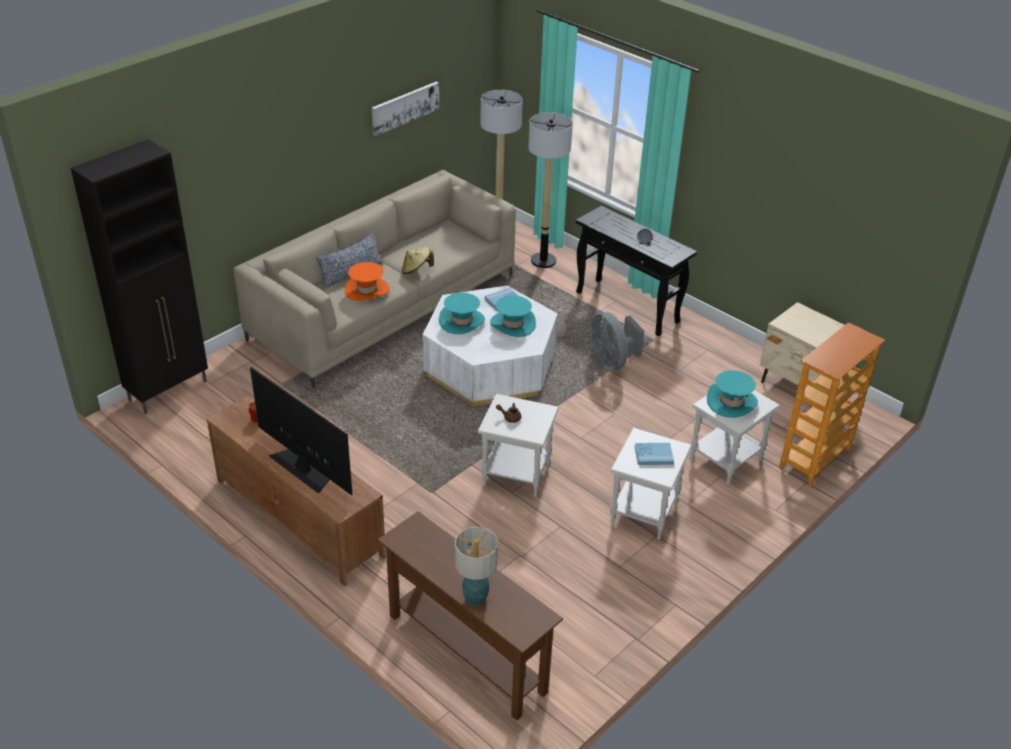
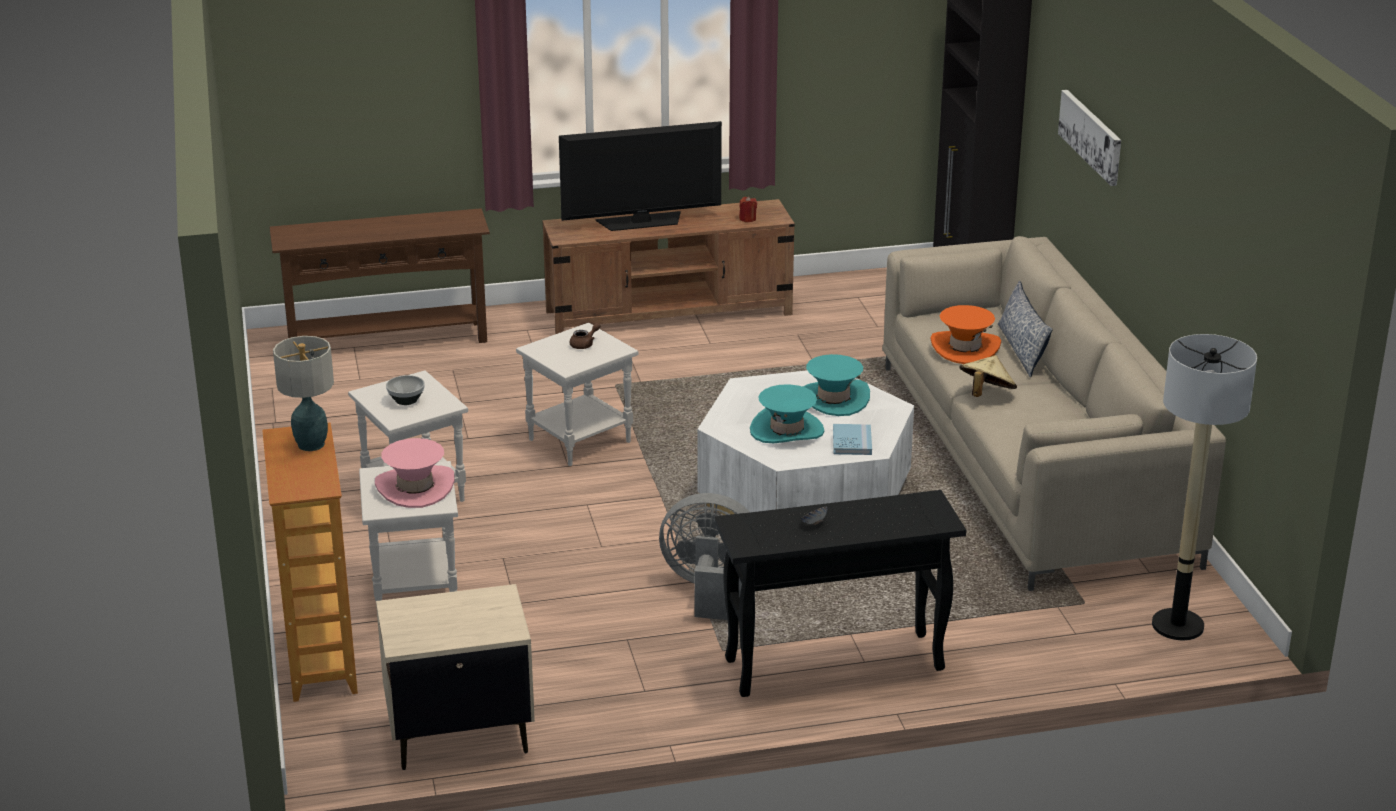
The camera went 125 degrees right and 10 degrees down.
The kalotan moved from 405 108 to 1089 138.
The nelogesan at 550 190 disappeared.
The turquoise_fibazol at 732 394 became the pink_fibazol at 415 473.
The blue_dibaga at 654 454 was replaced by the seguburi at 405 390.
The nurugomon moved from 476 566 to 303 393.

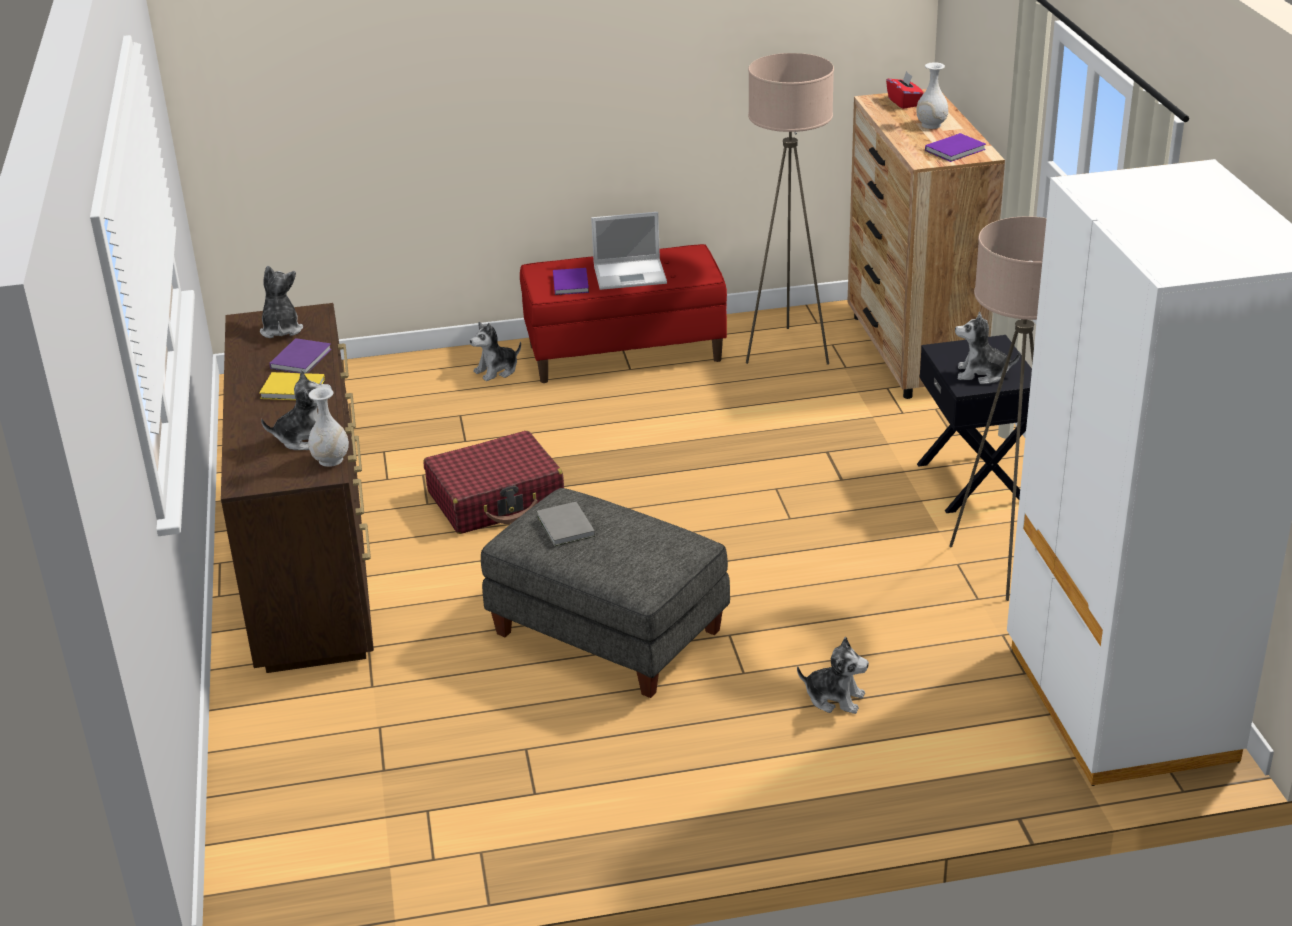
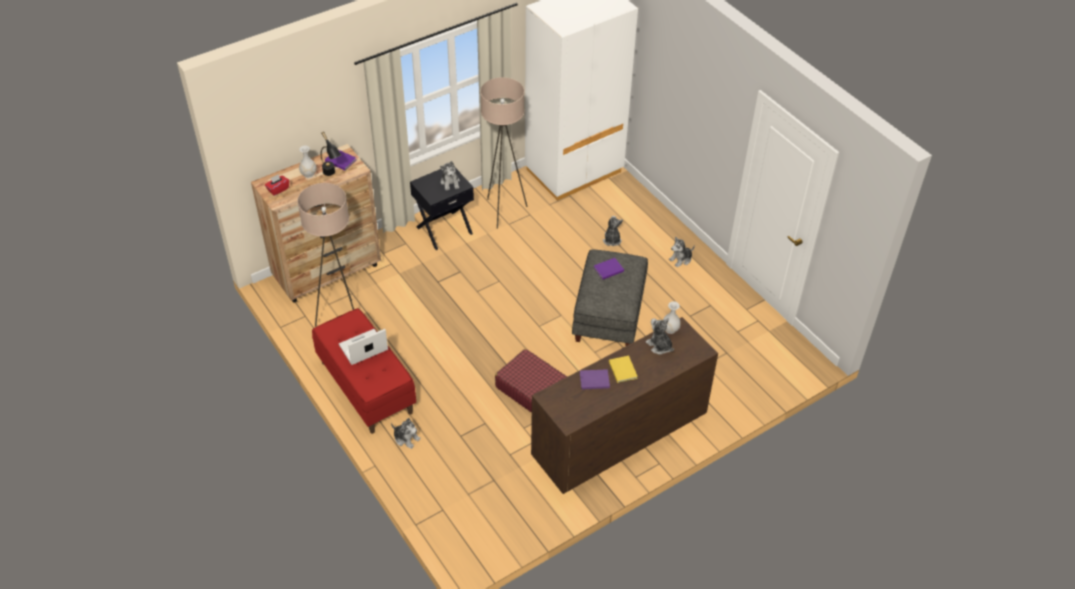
The camera went 115 degrees left and 15 degrees up.
The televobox at 629 251 turned 90 degrees counterclockwise.
The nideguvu moved from 281 302 to 682 251.
The purple_dibaga moved from 571 281 to 609 269.
The grey_dibaga at 565 524 disappeared.
The black_nurugomon at 331 154 appeared.

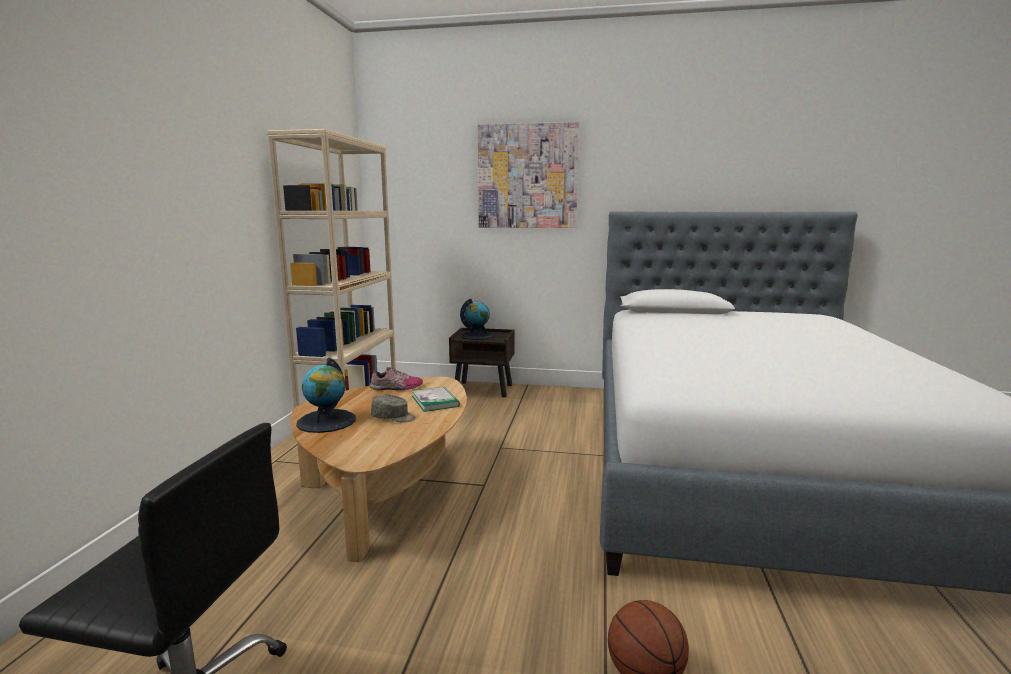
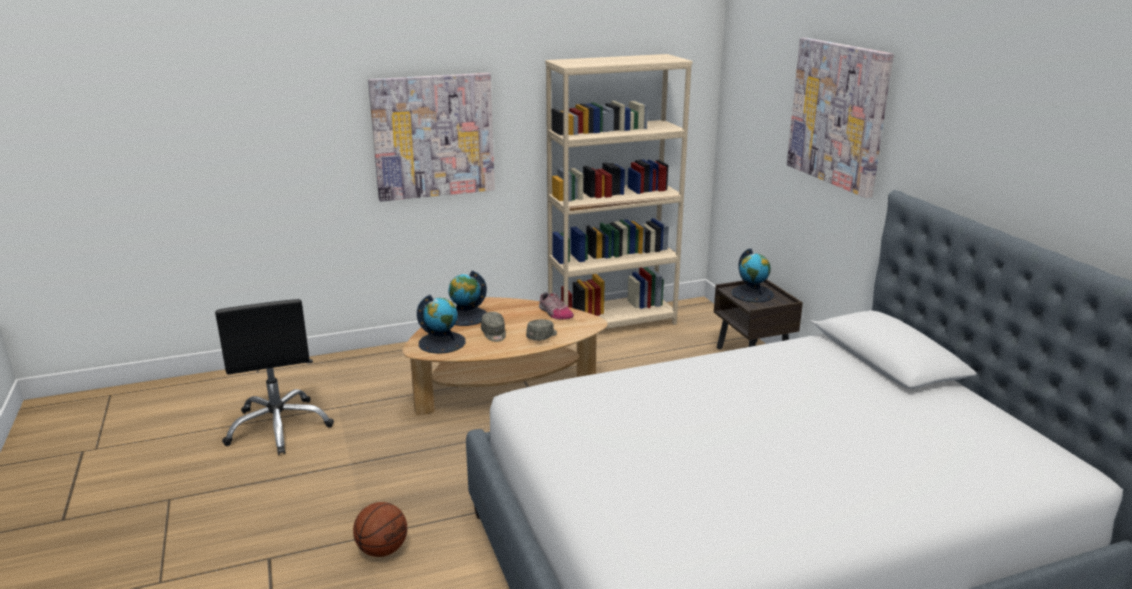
The camera went 60 degrees right and 10 degrees up.
The dibaga at 436 399 was replaced by the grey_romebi at 541 330.
The kalotan at 431 137 appeared.
The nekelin at 441 324 appeared.

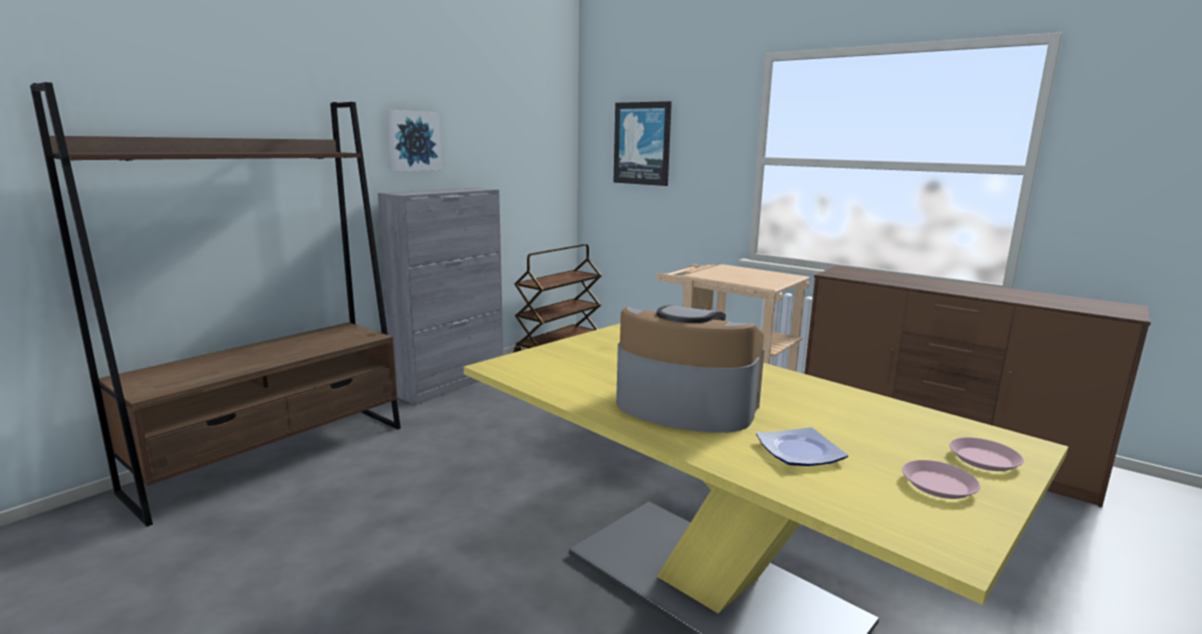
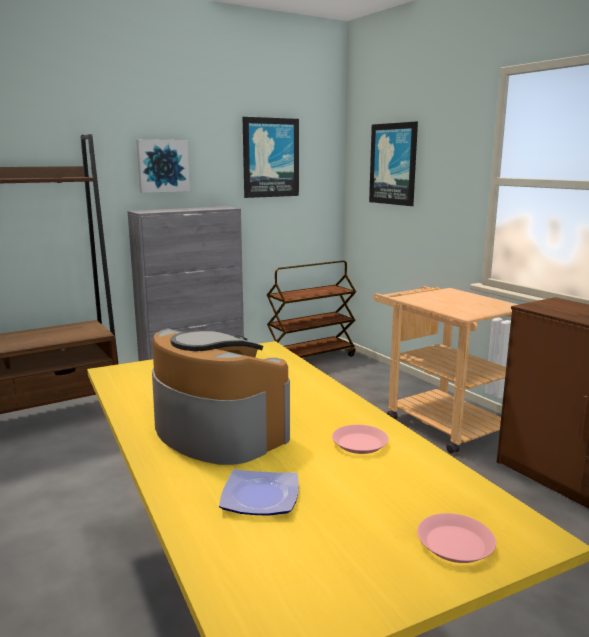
The camera went 20 degrees right and 0 degrees up.
The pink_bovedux moved from 941 479 to 360 439.
The kalotan at 271 157 appeared.

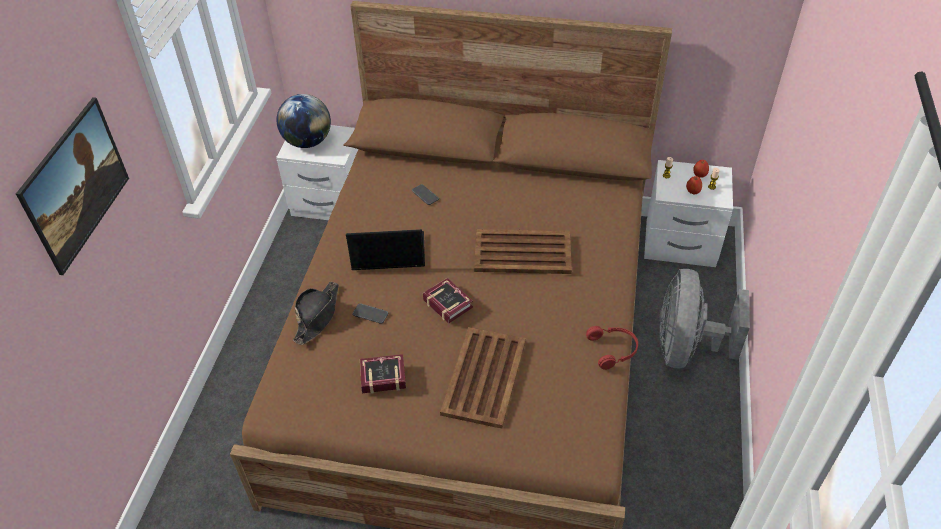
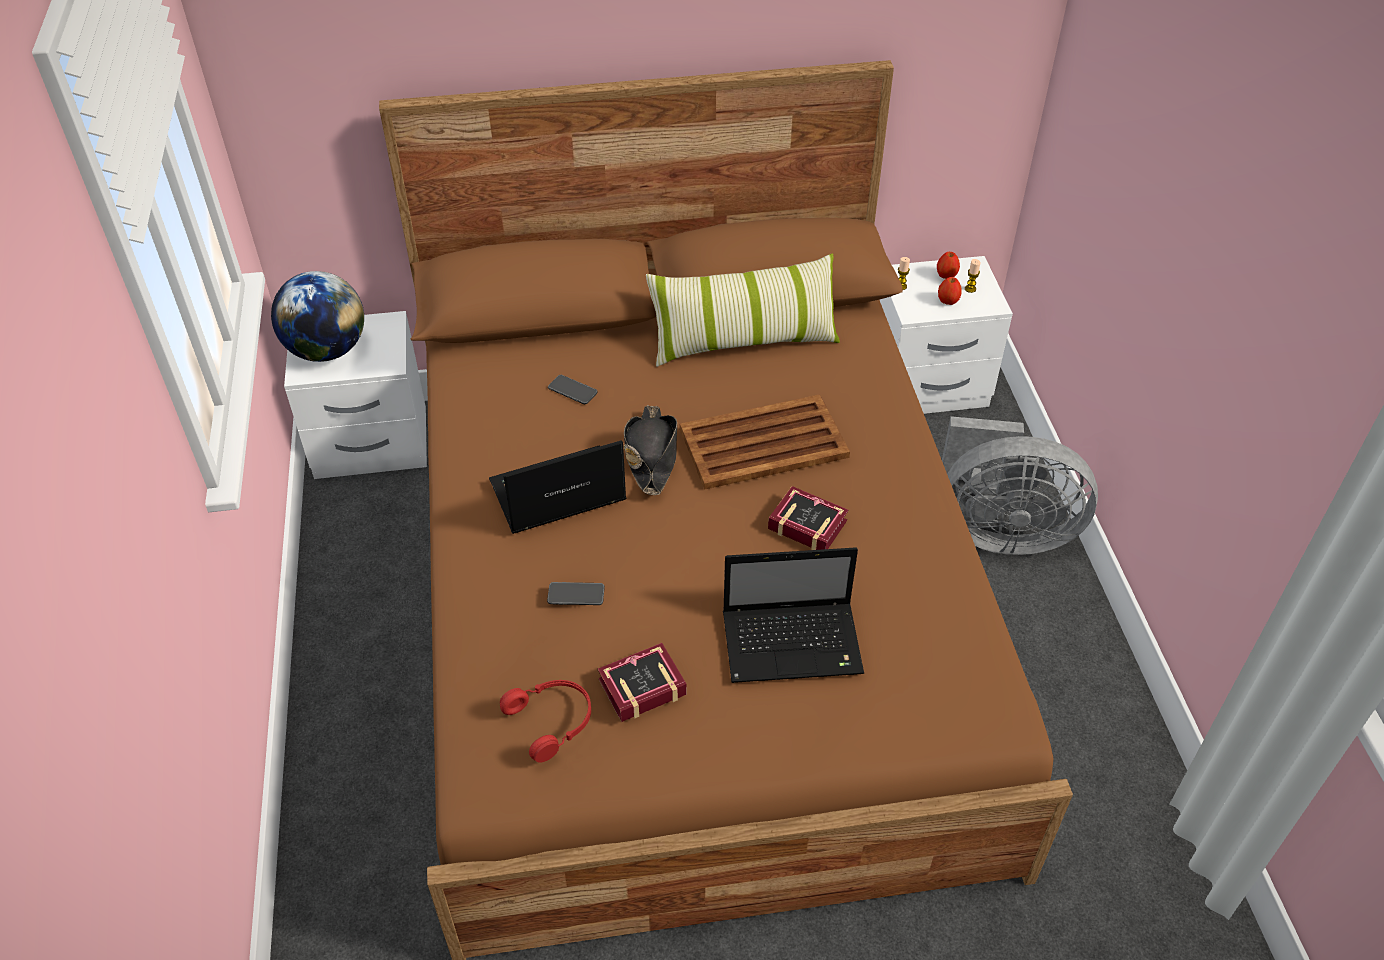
The camera went 20 degrees left and 0 degrees up.
The kalotan at 72 186 disappeared.
The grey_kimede at 704 318 turned 75 degrees counterclockwise.
The dibaga moved from 448 300 to 808 518.
The black_fibazol moved from 316 313 to 650 450.
The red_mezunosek moved from 612 348 to 545 721.
The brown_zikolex at 483 377 was replaced by the televobox at 793 615.
The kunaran at 743 310 appeared.

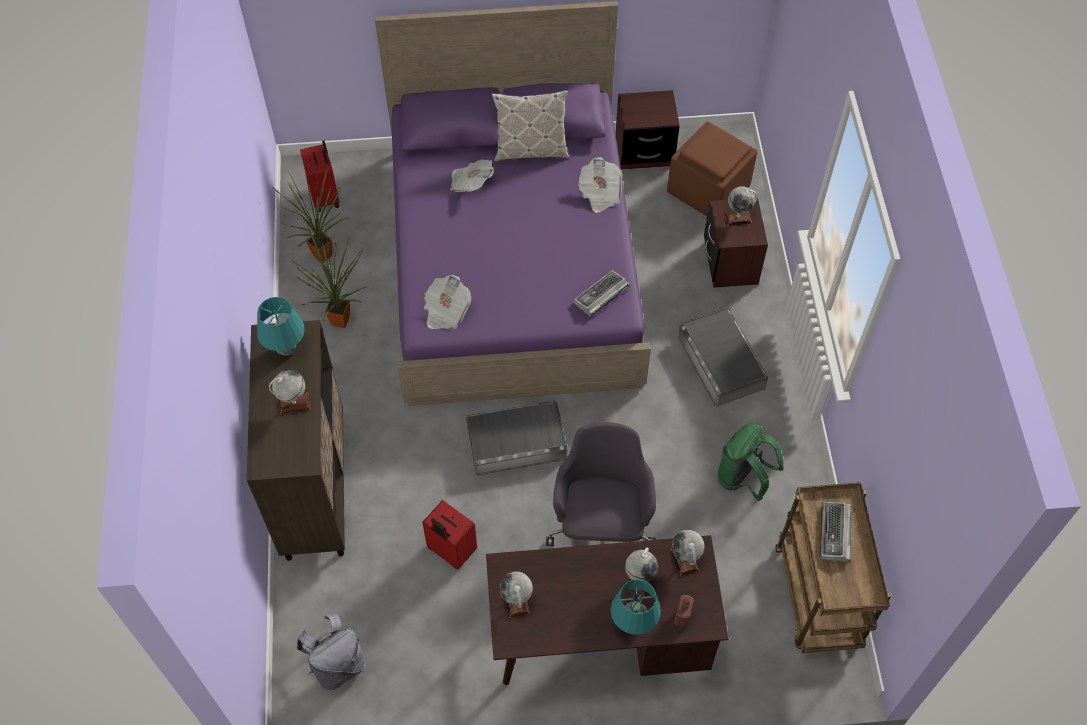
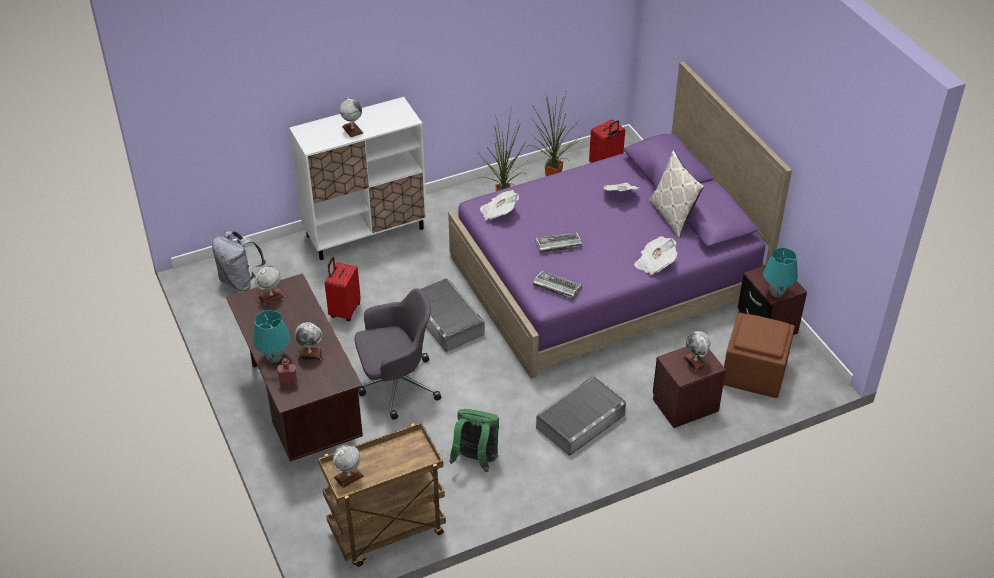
The camera went 70 degrees right and 15 degrees down.
The turquoise_nurugomon moved from 281 326 to 780 272.
The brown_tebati at 296 440 became the white_tebati at 358 178.
The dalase moved from 836 531 to 558 242.
The nekelin moved from 687 553 to 348 466.

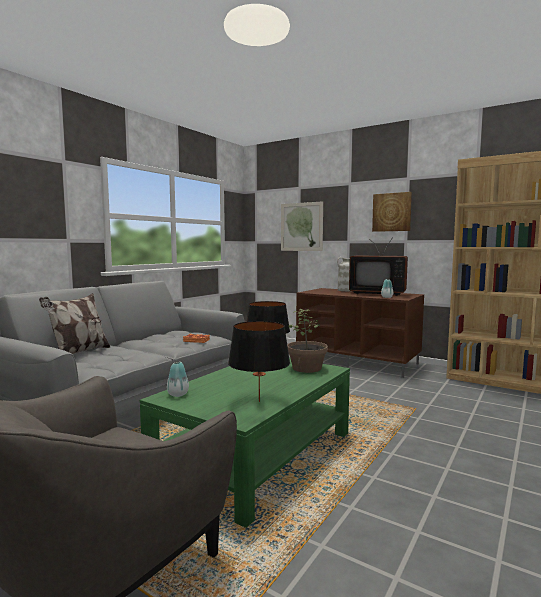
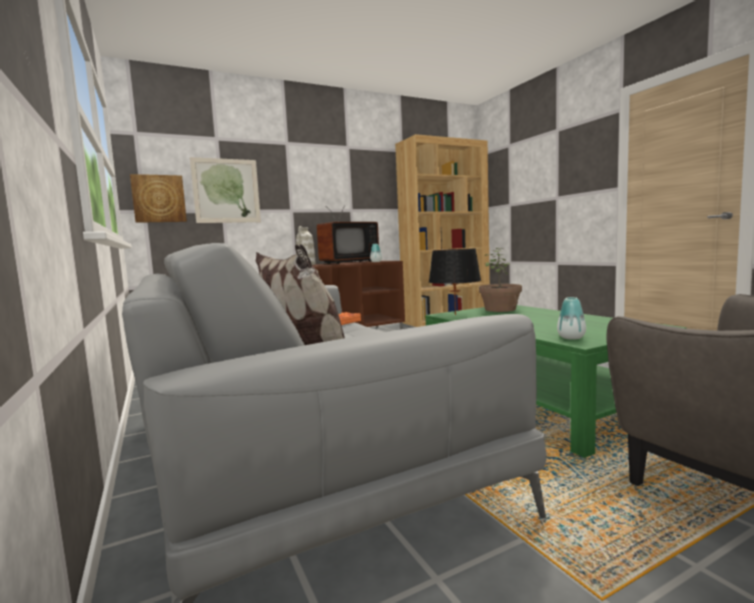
The camera went 60 degrees left and 0 degrees up.
The kalotan moved from 392 212 to 158 198.
The black_nurugomon at 259 361 disappeared.

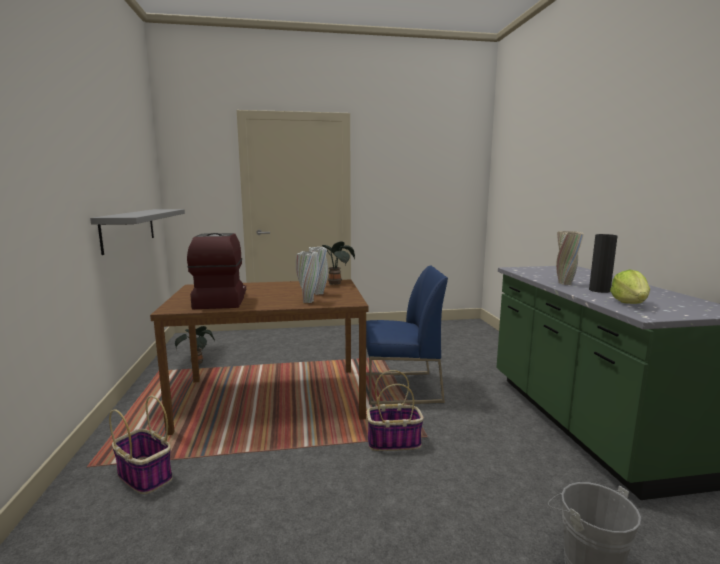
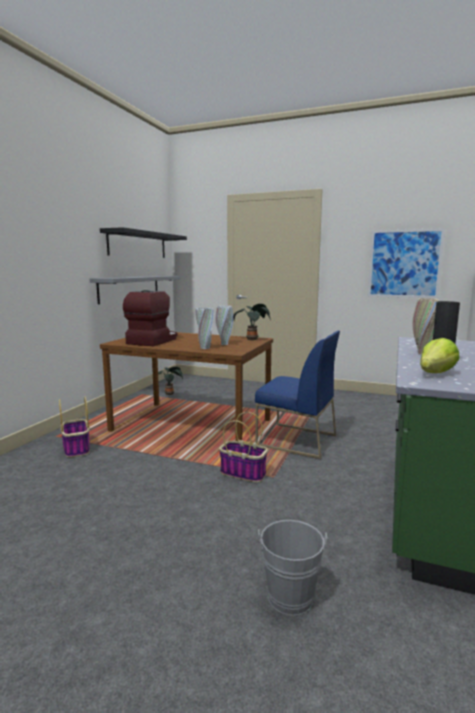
The camera went 30 degrees right and 0 degrees up.
The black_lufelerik at 143 242 appeared.
The kalotan at 406 263 appeared.

